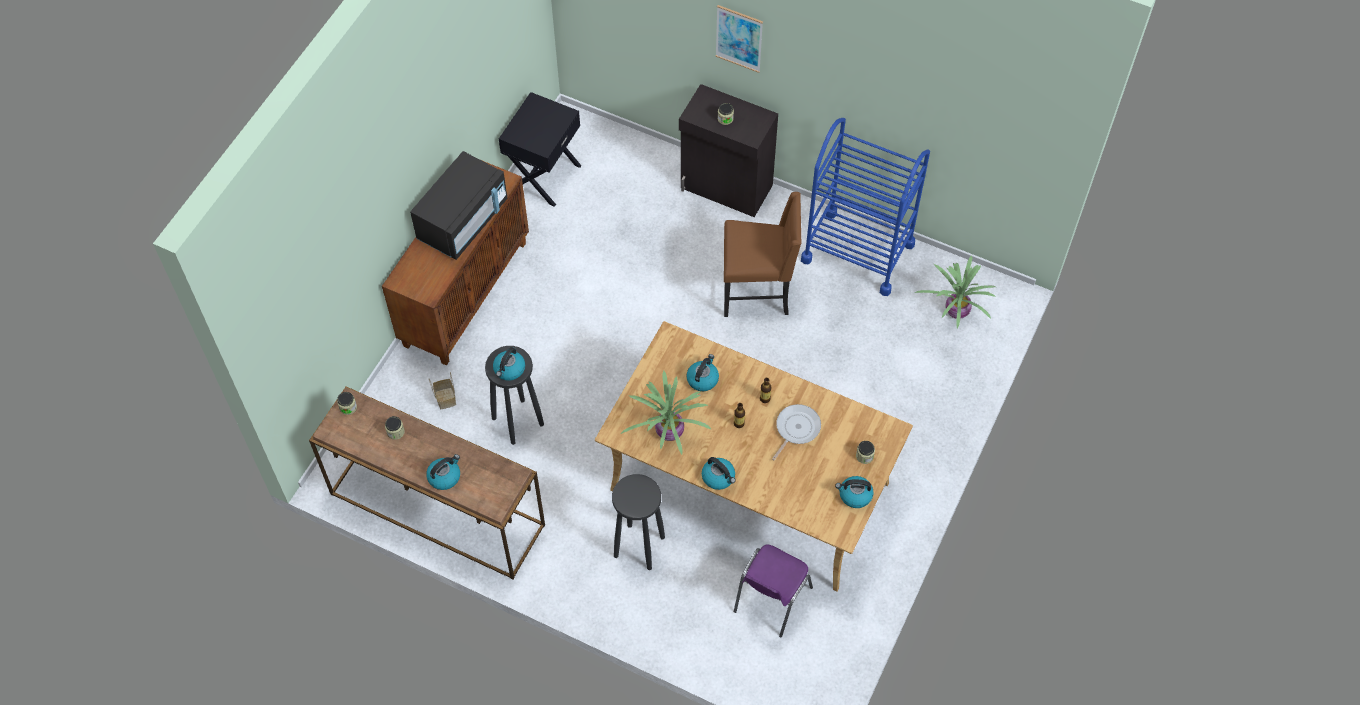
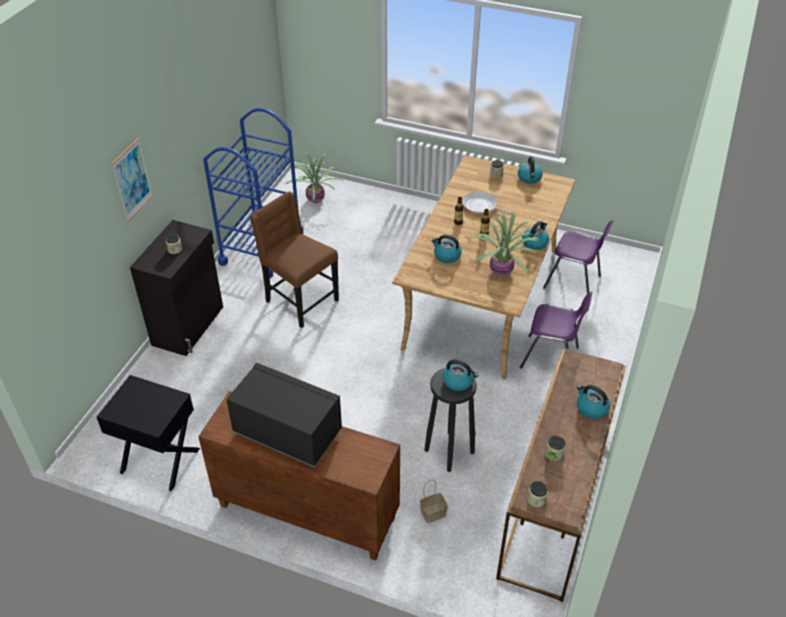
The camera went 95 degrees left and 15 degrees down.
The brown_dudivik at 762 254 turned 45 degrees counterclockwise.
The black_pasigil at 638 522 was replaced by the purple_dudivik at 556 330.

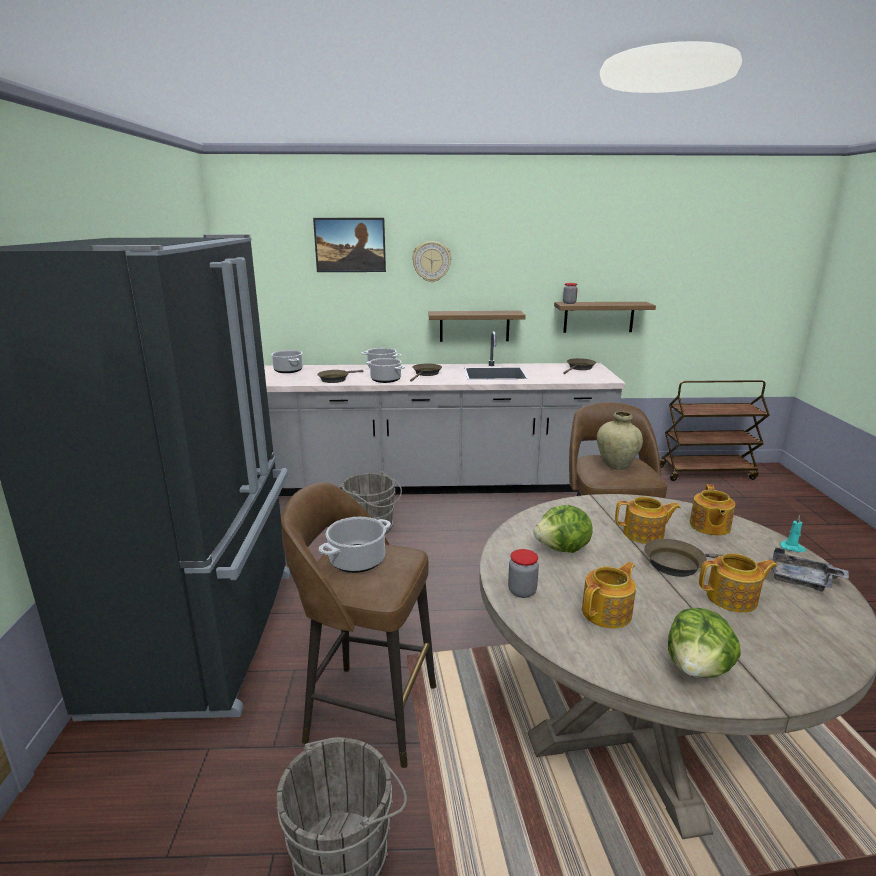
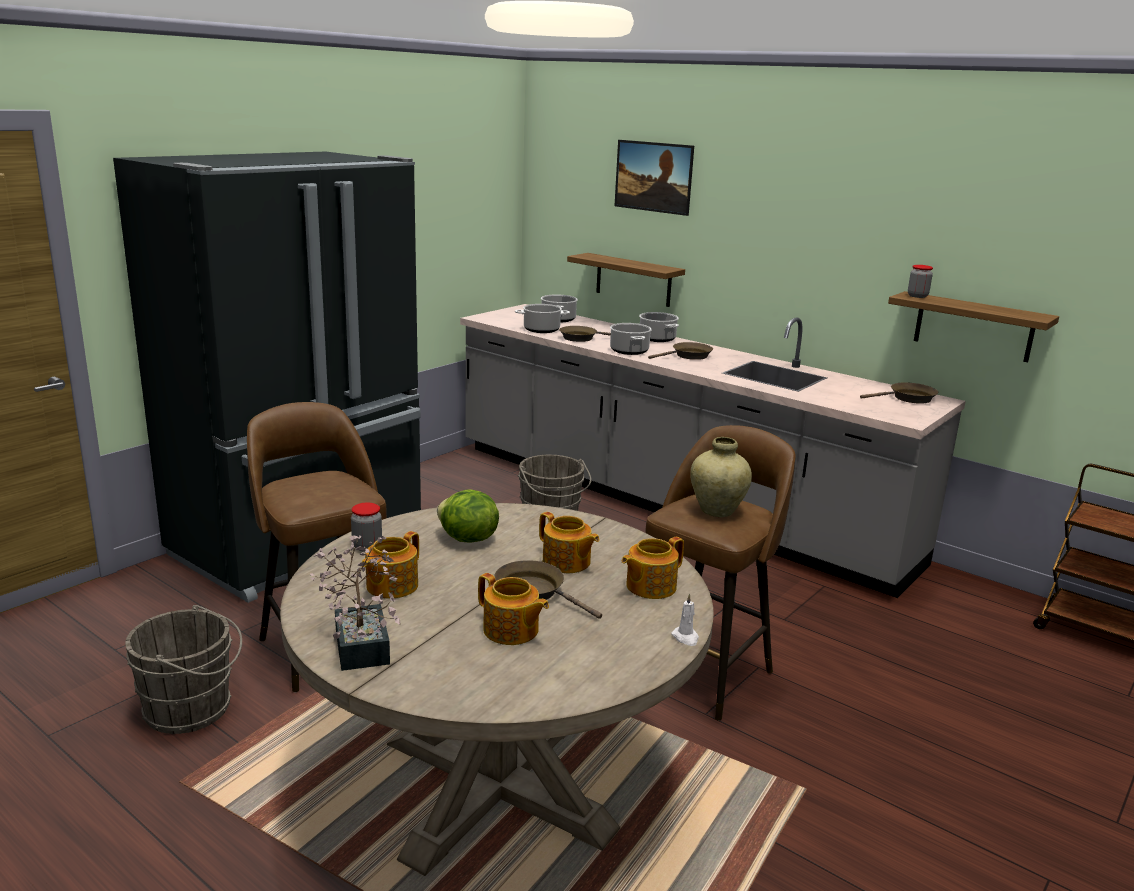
The camera went 40 degrees right and 0 degrees up.
The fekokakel at 431 261 disappeared.
The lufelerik moved from 477 326 to 626 280.
The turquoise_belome at 793 533 became the white_belome at 685 619.
The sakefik moved from 355 545 to 542 318.
The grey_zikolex at 810 570 disappeared.
The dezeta at 609 595 turned 120 degrees clockwise.
The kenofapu at 704 643 was replaced by the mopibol at 355 603.

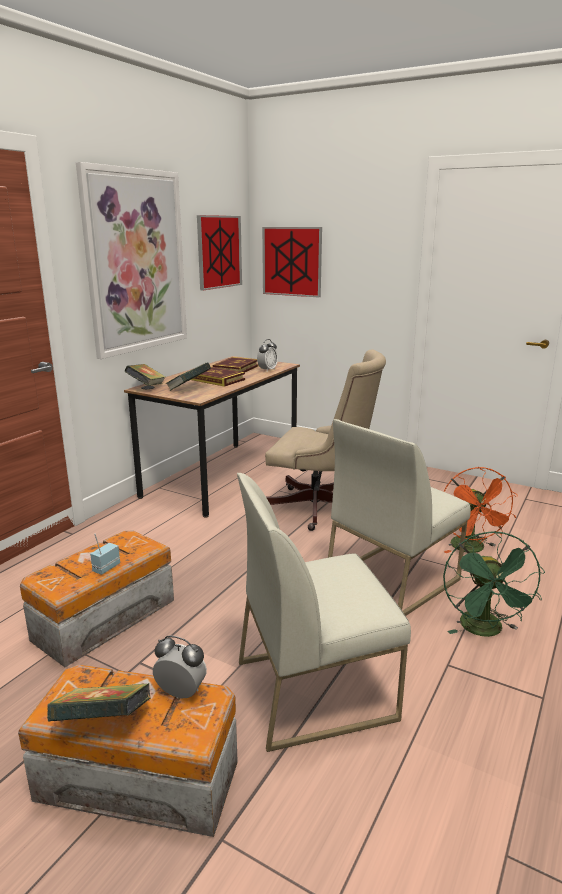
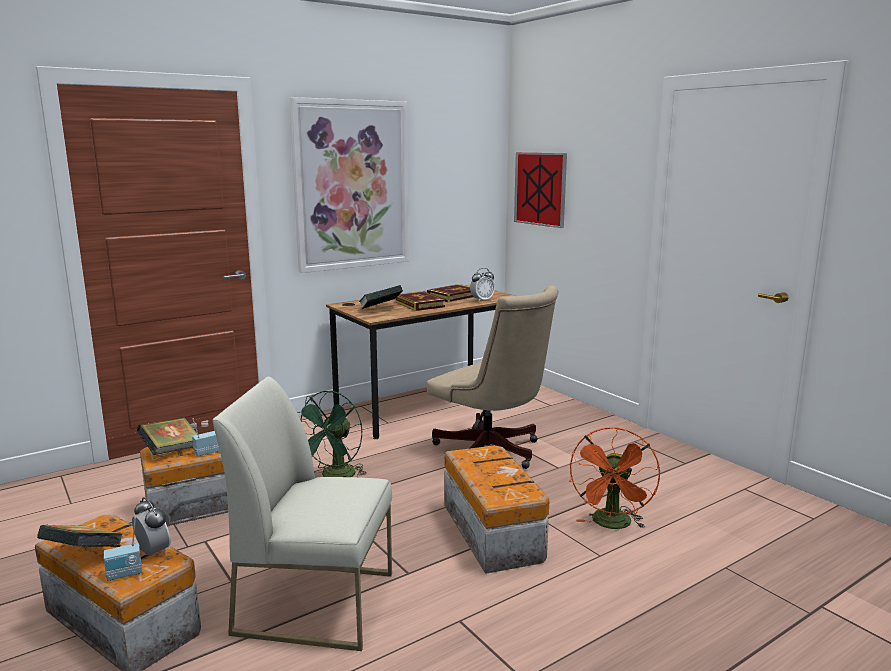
The camera went 25 degrees right and 5 degrees down.
The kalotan at 219 252 disappeared.
The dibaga moved from 145 375 to 167 436.
The white_dudivik at 399 517 was replaced by the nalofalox at 496 509.
The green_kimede moved from 494 584 to 332 434.
The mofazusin at 123 549 appeared.

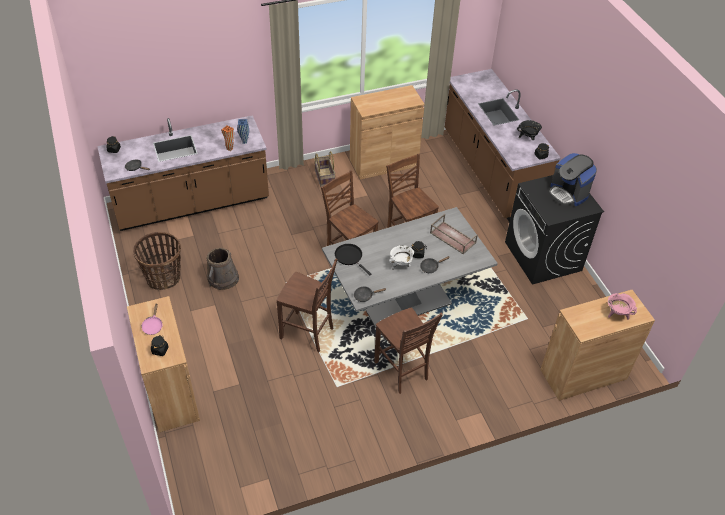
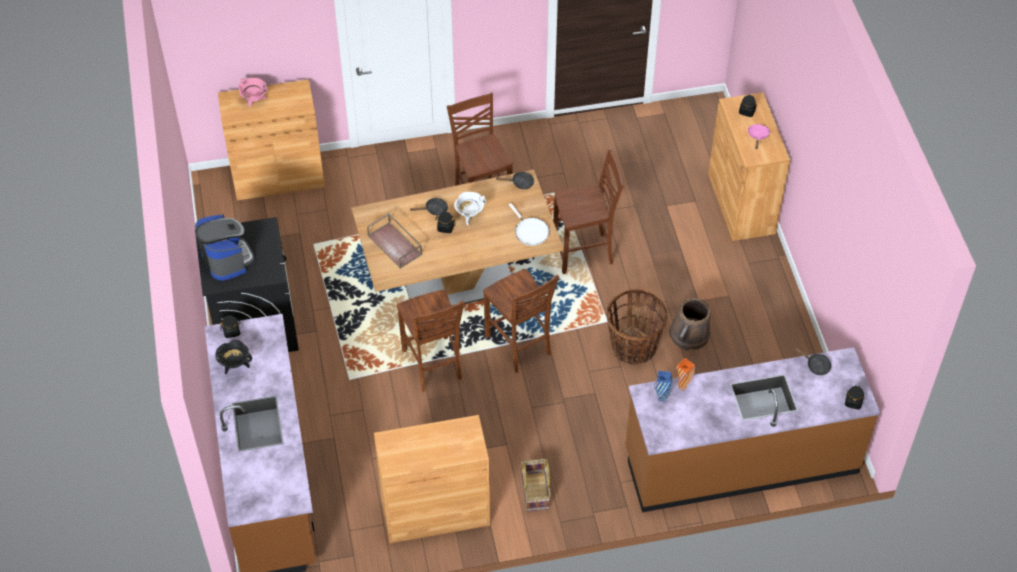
The camera went 170 degrees left and 5 degrees up.
The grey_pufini at 410 267 became the brown_pufini at 458 237.
The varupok moved from 157 261 to 637 327.
The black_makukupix at 353 259 became the white_makukupix at 529 224.
The brown_dudivik at 307 305 turned 135 degrees clockwise.

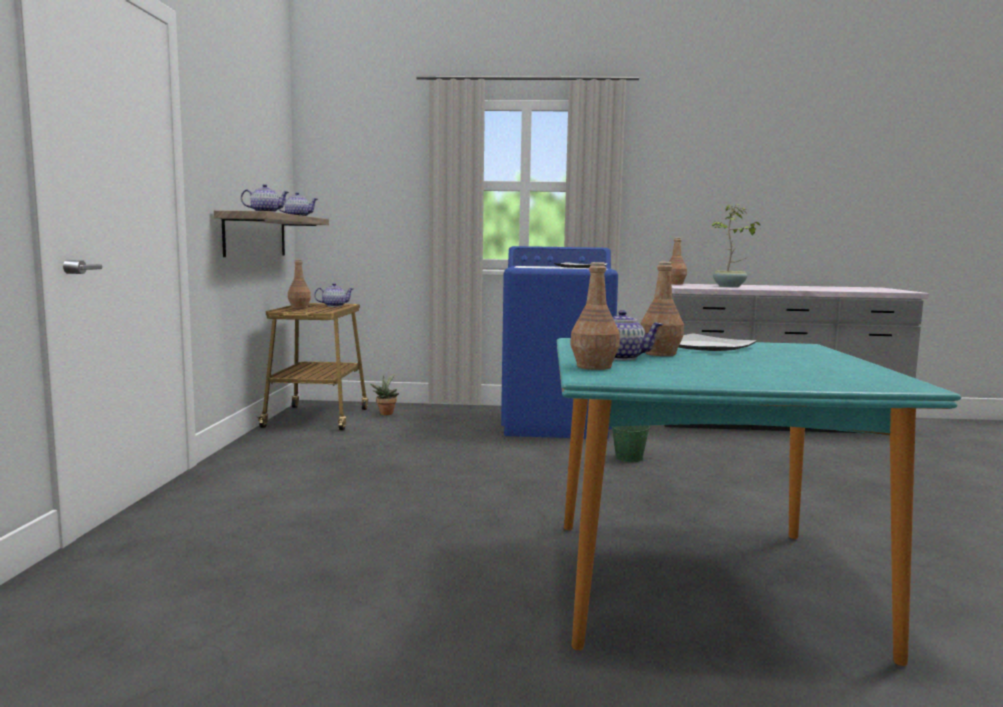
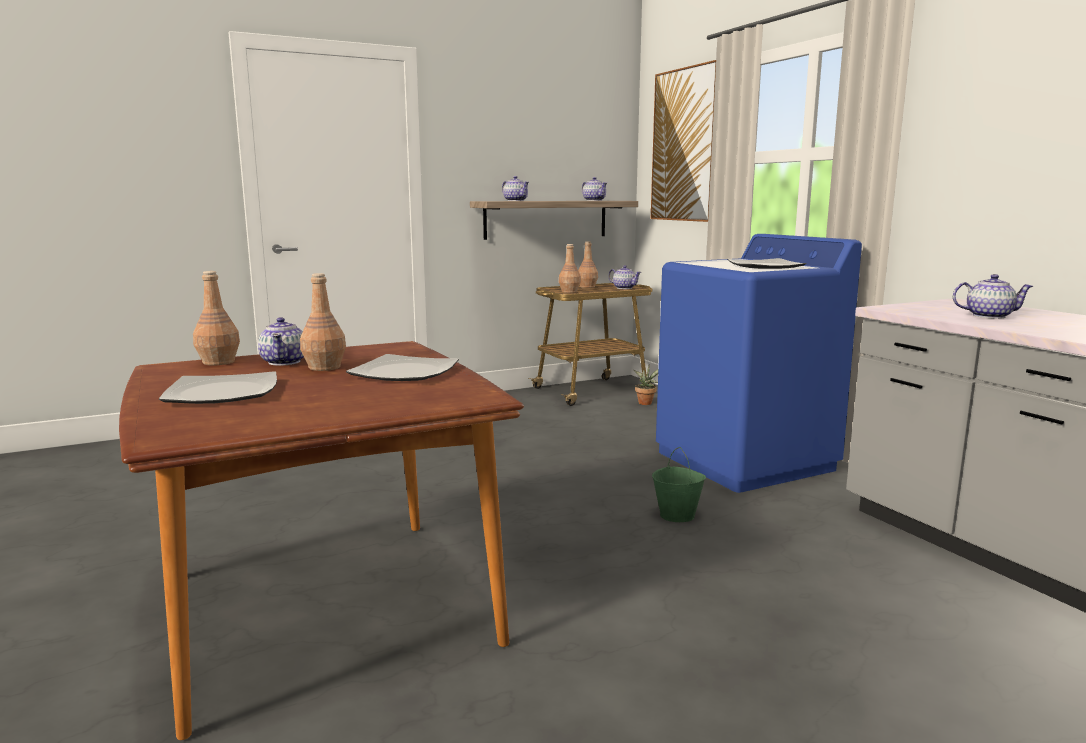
The camera went 60 degrees right and 5 degrees up.
The mopibol at 736 245 was replaced by the dezeta at 993 296.
The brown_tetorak moved from 678 260 to 570 268.
The turquoise_pufini at 759 502 became the brown_pufini at 321 540.
The kalotan at 683 141 appeared.
The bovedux at 218 387 appeared.

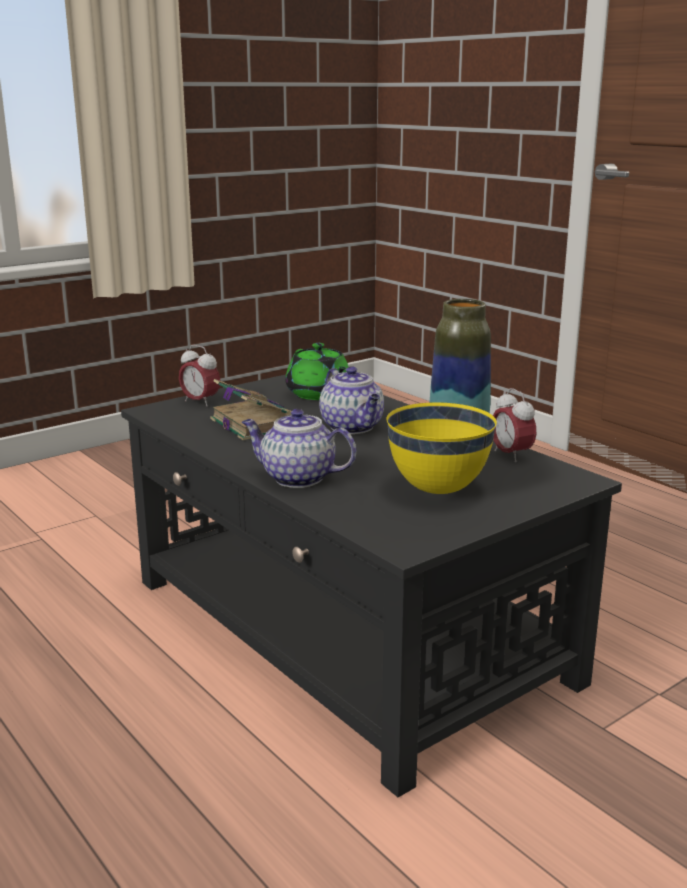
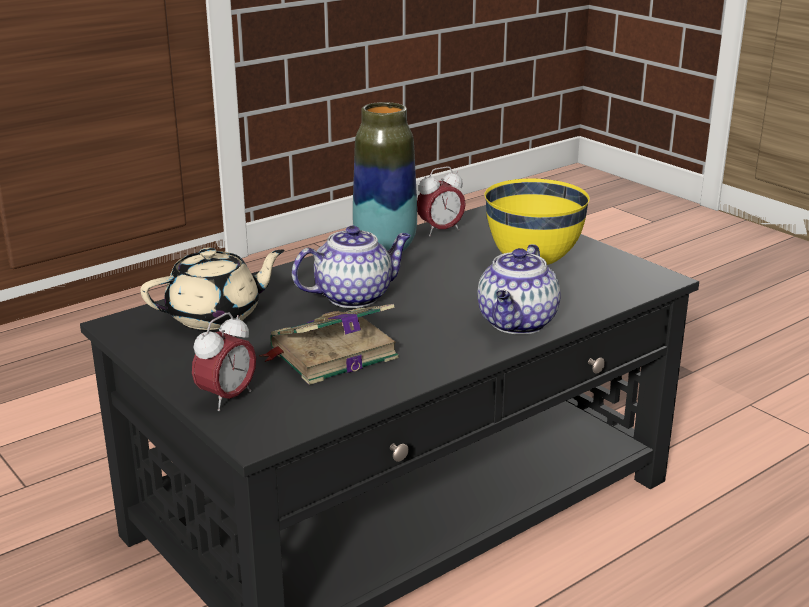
The camera went 90 degrees left and 5 degrees up.
The green_dezeta at 317 371 became the beige_dezeta at 212 289.

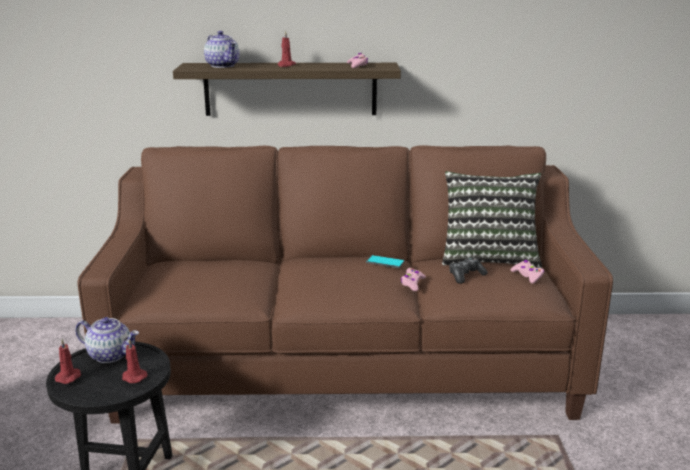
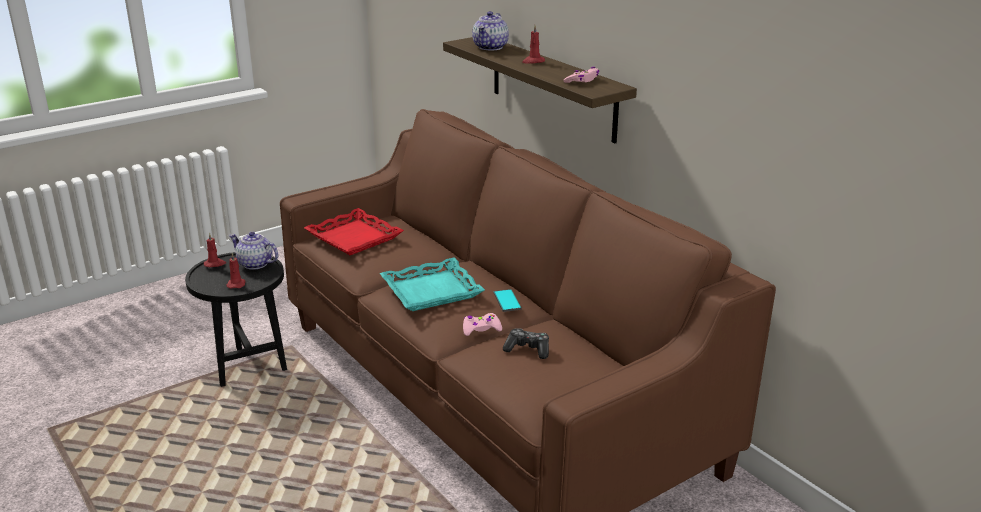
The camera went 55 degrees right and 5 degrees up.
The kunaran at 492 219 disappeared.
The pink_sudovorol at 527 271 disappeared.
The dezeta at 107 340 turned 135 degrees clockwise.
The red_zikolex at 354 231 appeared.
The turquoise_zikolex at 432 284 appeared.

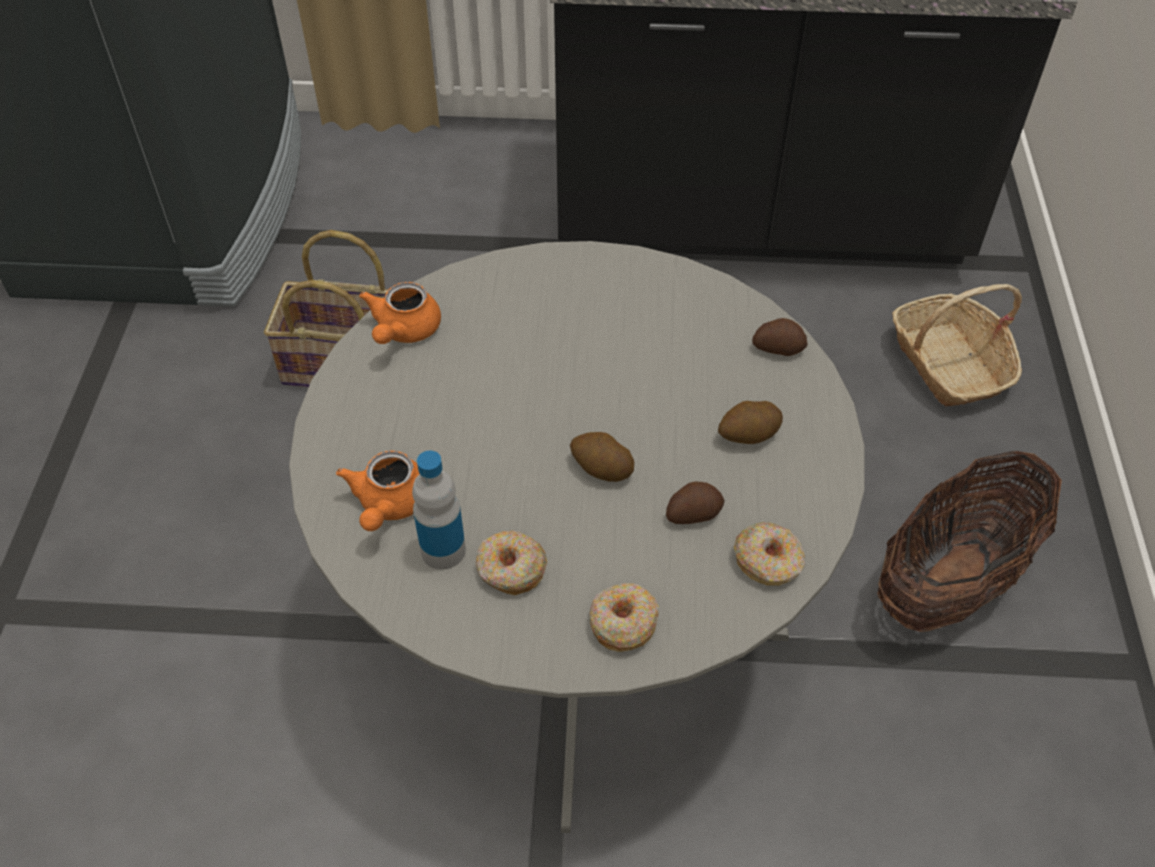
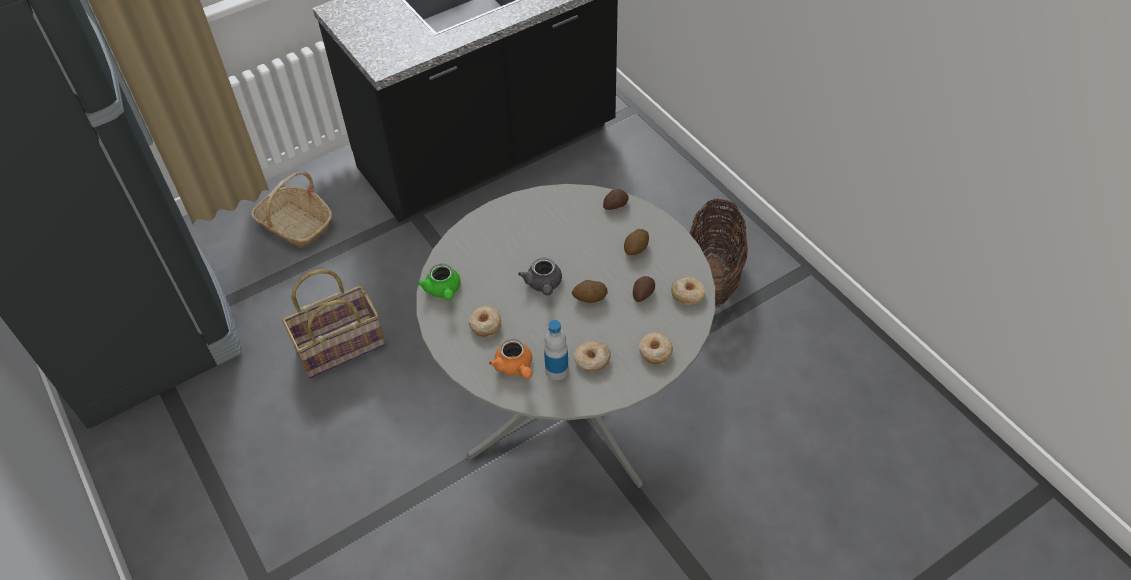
The camera went 35 degrees left and 0 degrees up.
The orange_dezeta at 400 313 became the green_dezeta at 439 281.
The varupok moved from 957 345 to 291 210.
The grey_dezeta at 540 277 appeared.
The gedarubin at 484 321 appeared.

